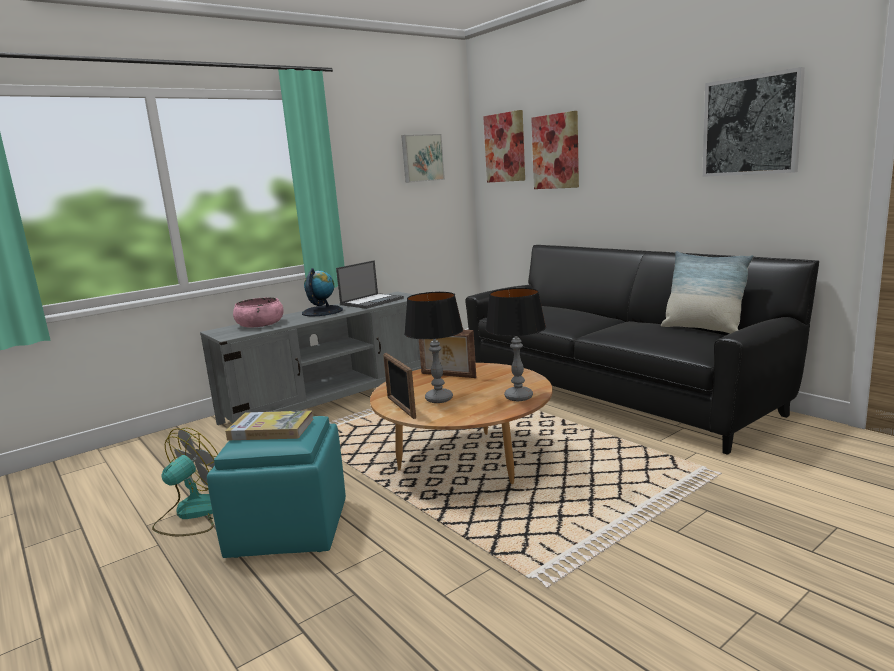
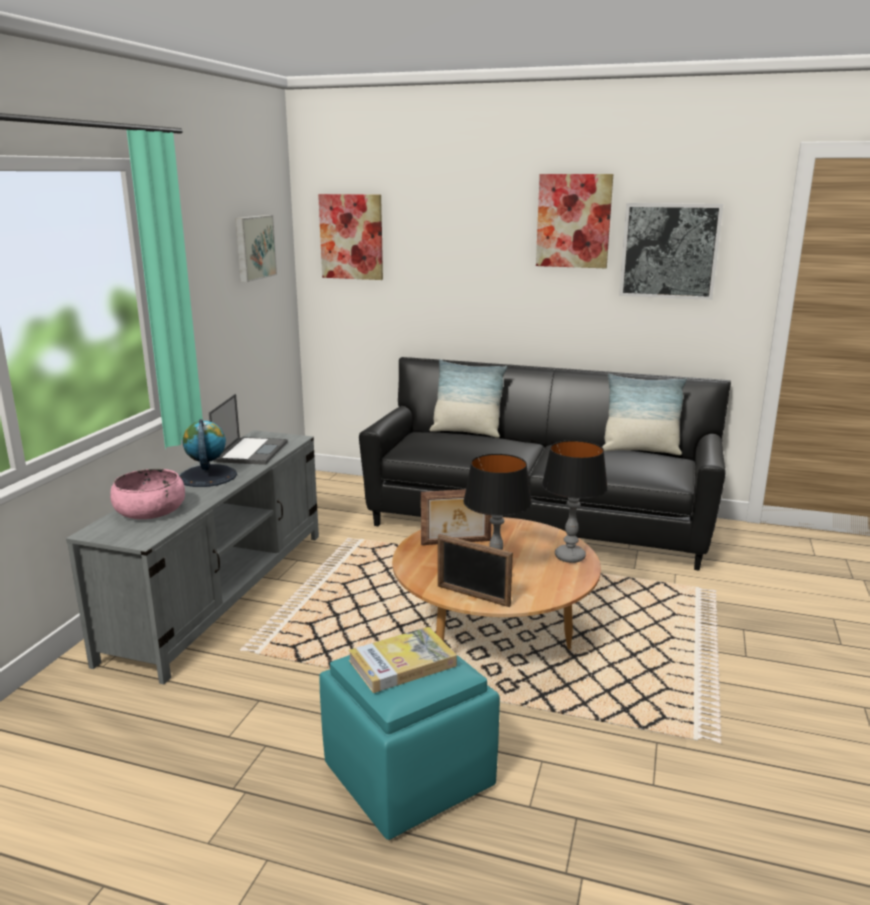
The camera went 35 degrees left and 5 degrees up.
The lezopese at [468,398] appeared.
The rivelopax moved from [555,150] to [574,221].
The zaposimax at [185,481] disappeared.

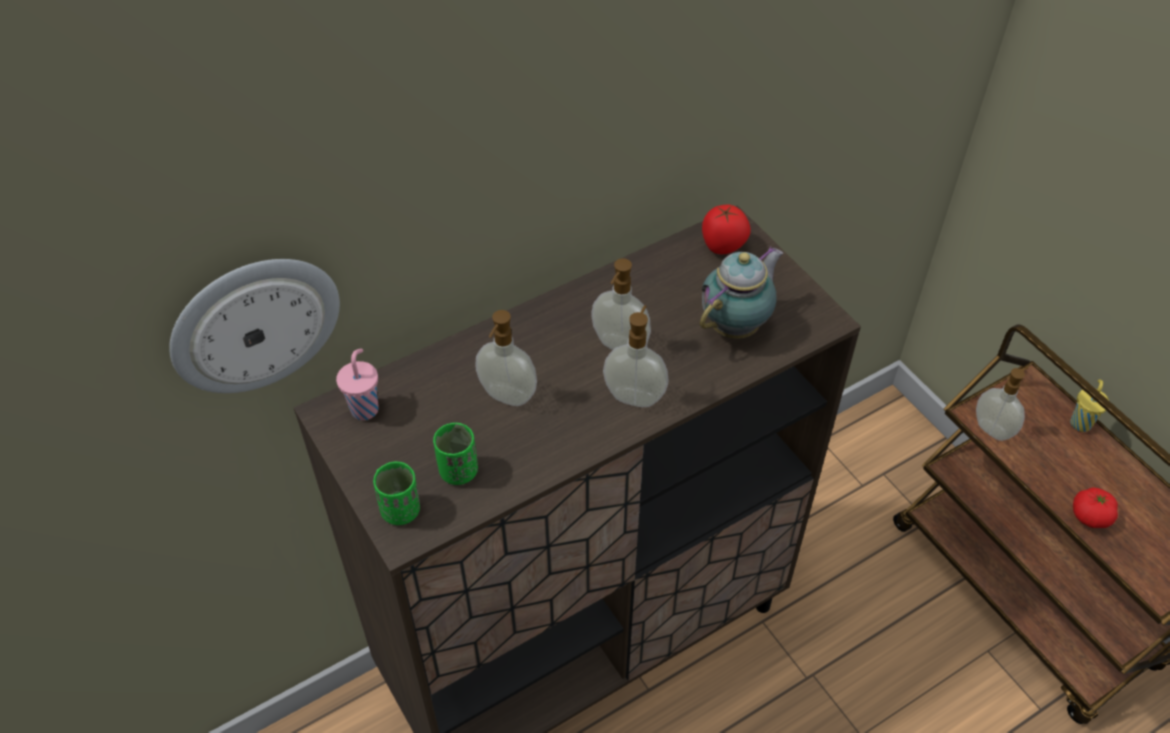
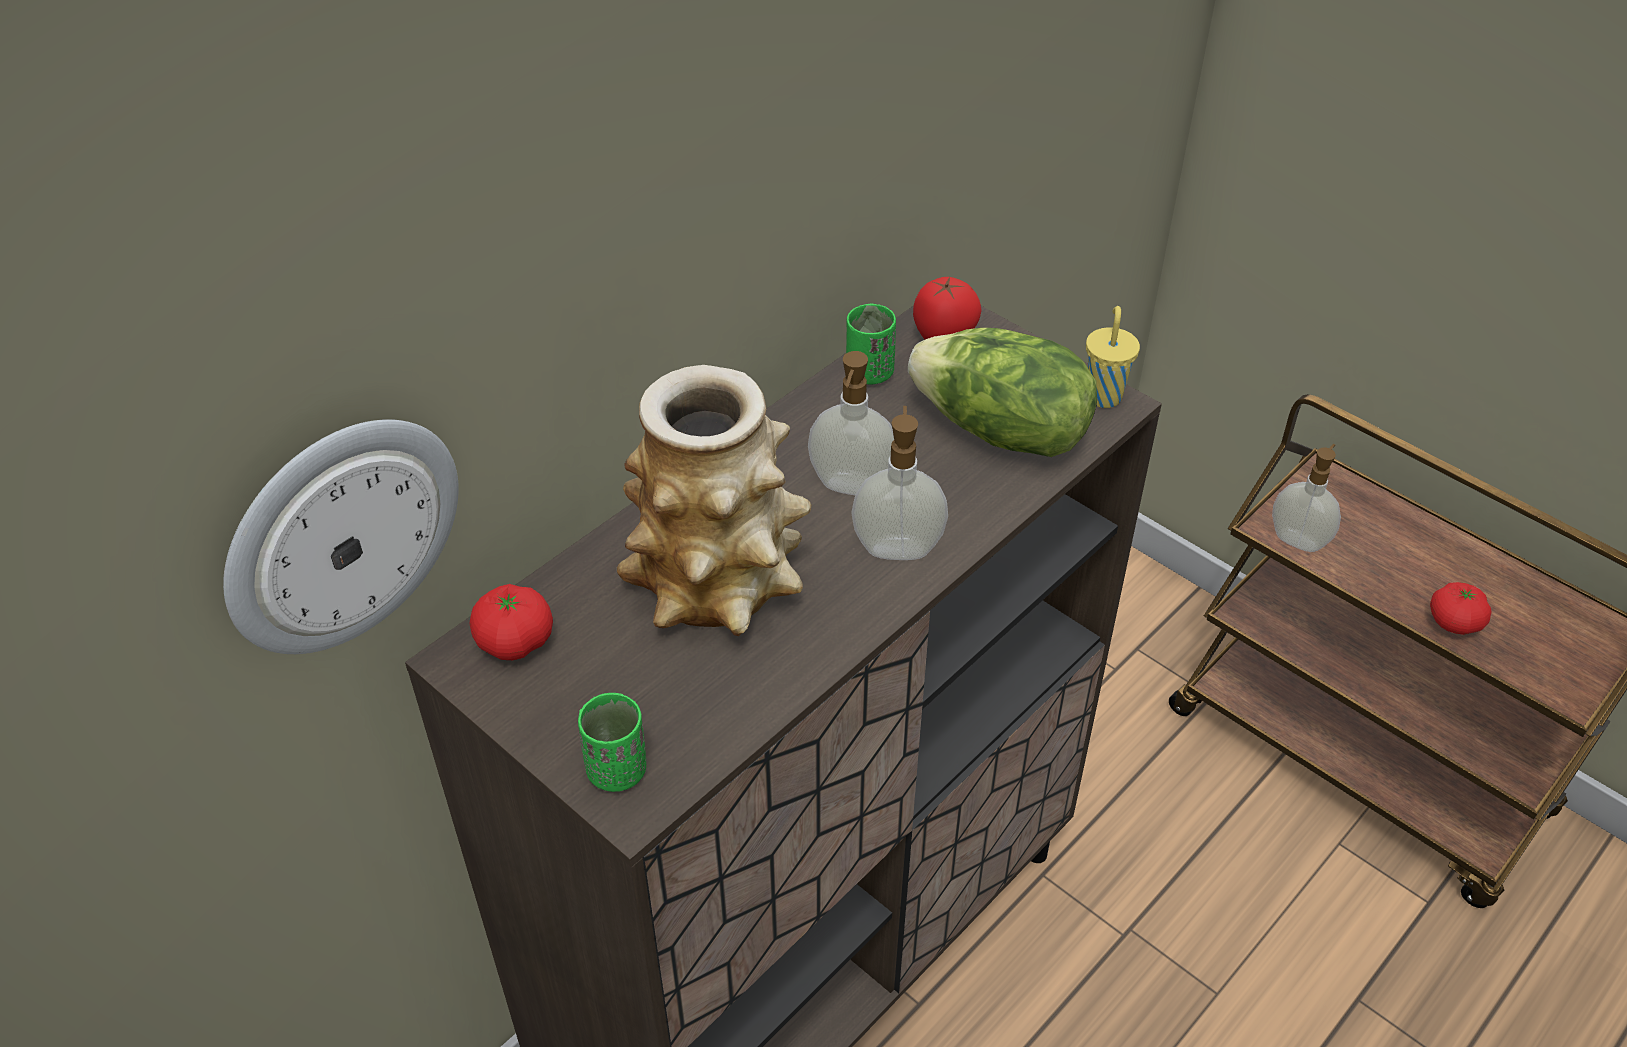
The camera went 15 degrees left and 5 degrees down.
The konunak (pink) at [357,384] was replaced by the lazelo at [511,622].
The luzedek at [506,358] was replaced by the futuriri at [714,500].
The konunak (green) moved from [455,454] to [871,344].
The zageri at [741,292] was replaced by the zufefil at [1002,392].
The konunak (yellow) moved from [1089,405] to [1113,357].

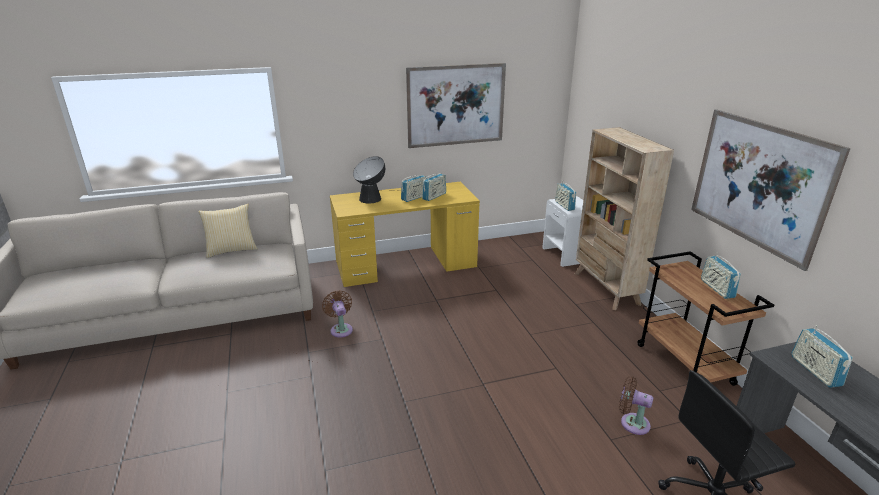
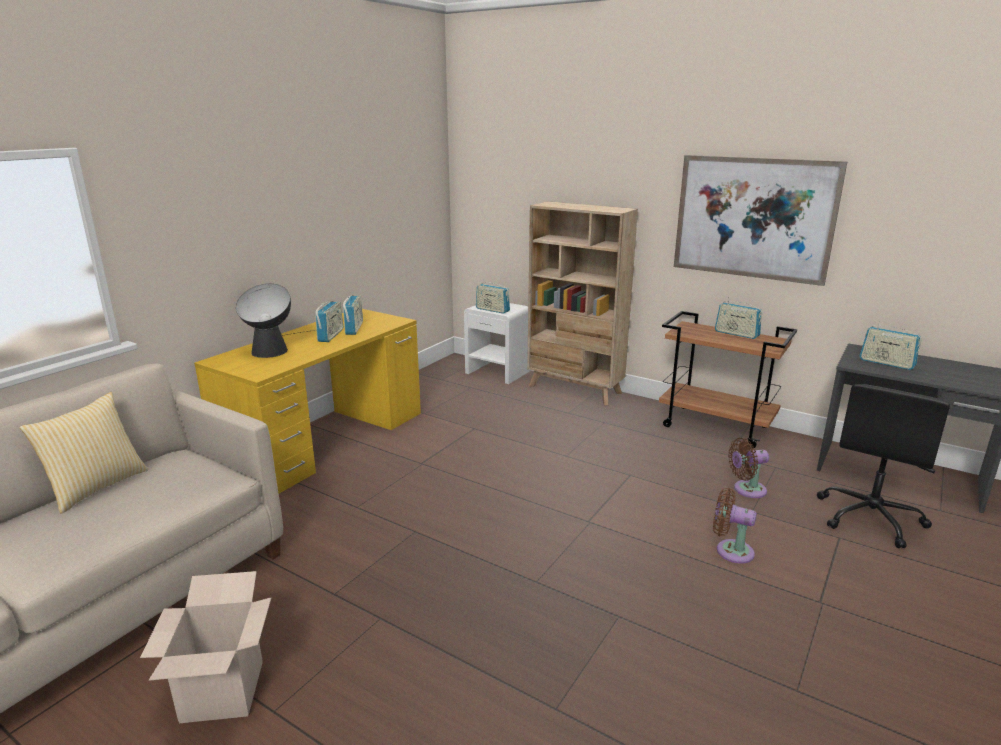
The camera went 40 degrees left and 5 degrees down.
The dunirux at [205,647] appeared.
The zaposimax (brown) moved from [337,314] to [735,526].
The rivelopax at [456,105] disappeared.

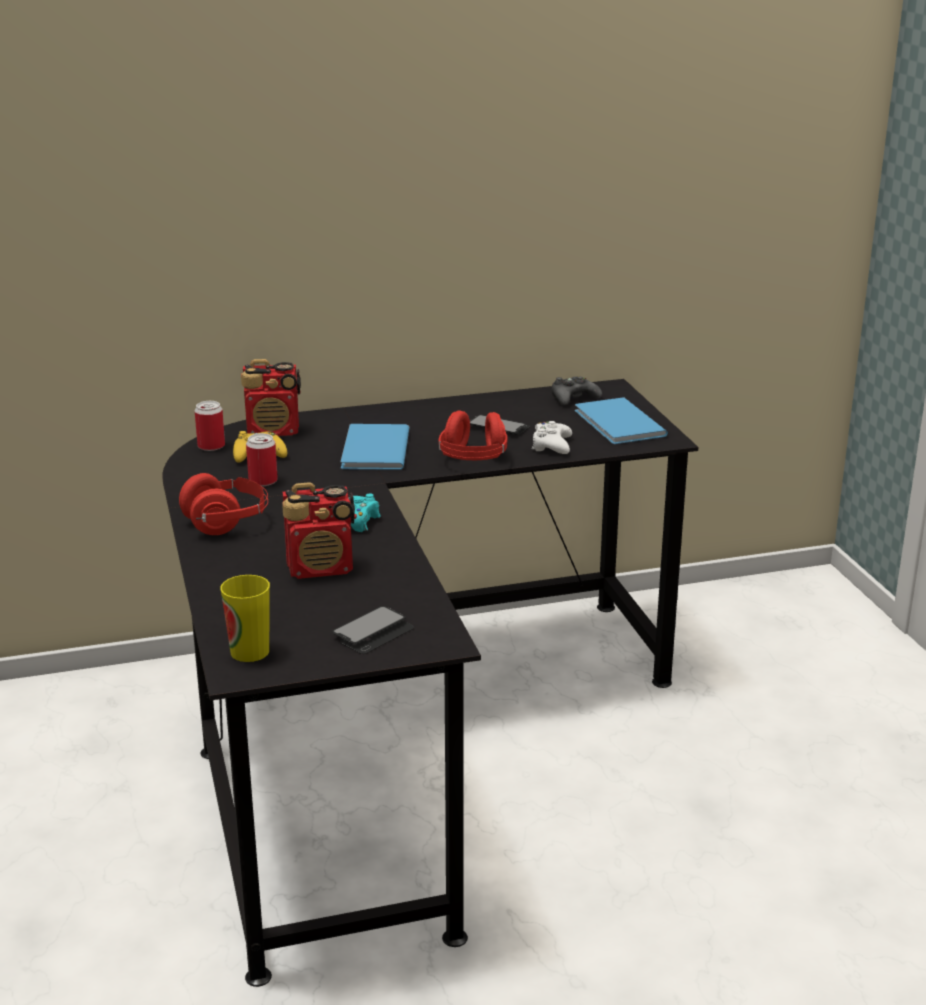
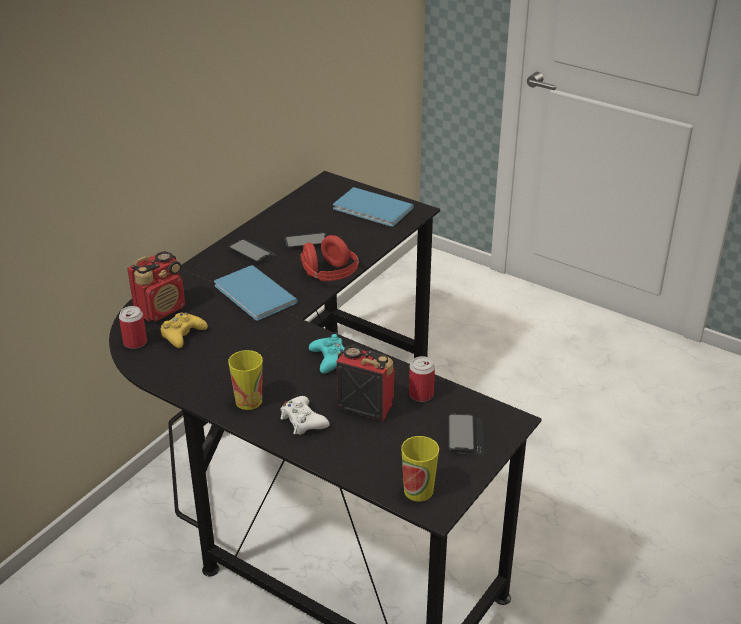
The camera went 40 degrees left and 10 degrees up.
The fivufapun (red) at [223,504] was replaced by the konunak at [245,380].
The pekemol at [252,250] appeared.
The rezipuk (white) moved from [552,437] to [305,415].
The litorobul at [318,530] turned 105 degrees counterclockwise.
The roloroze moved from [262,459] to [422,379].
The rezipuk (black) at [576,390] disappeared.

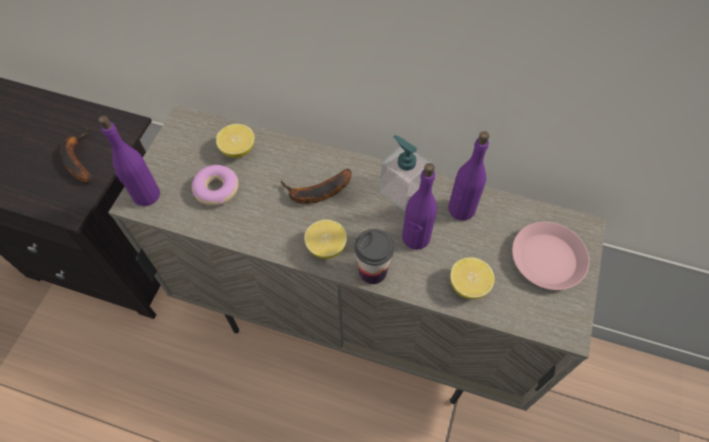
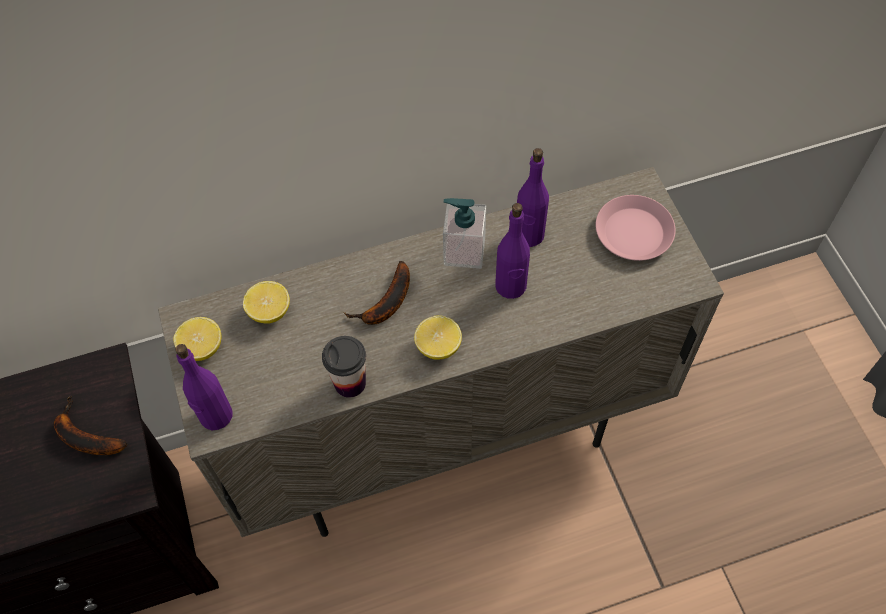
The camera went 35 degrees left and 0 degrees up.
The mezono moved from [472,278] to [197,339].
The konunak moved from [374,256] to [344,367].
The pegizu at [215,185] disappeared.

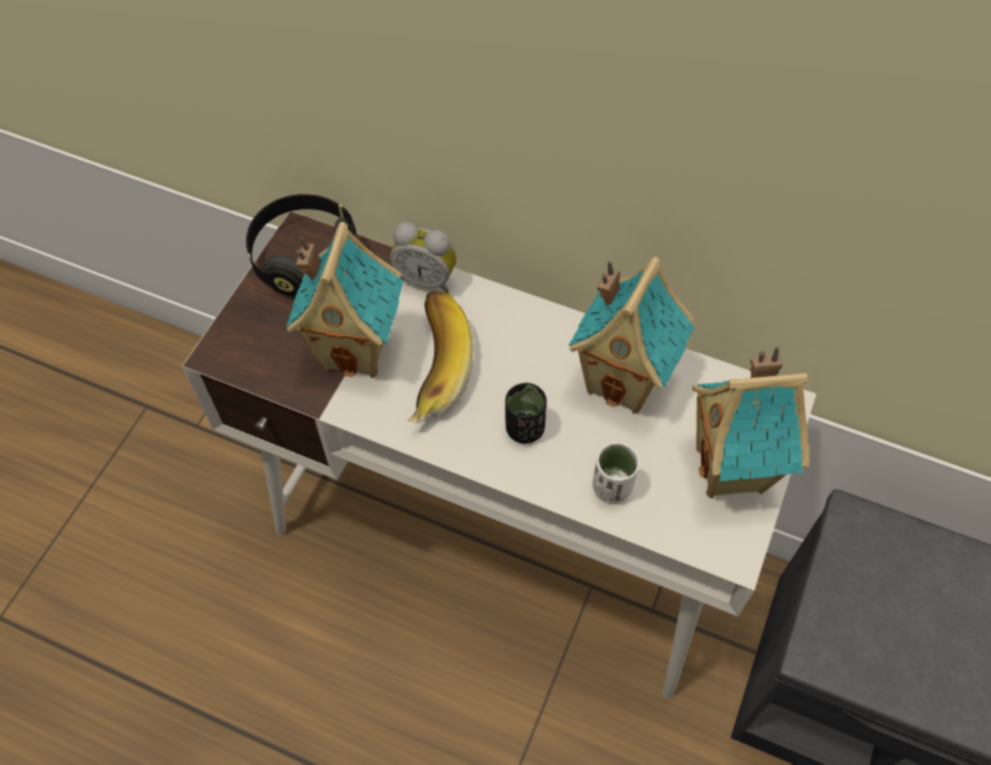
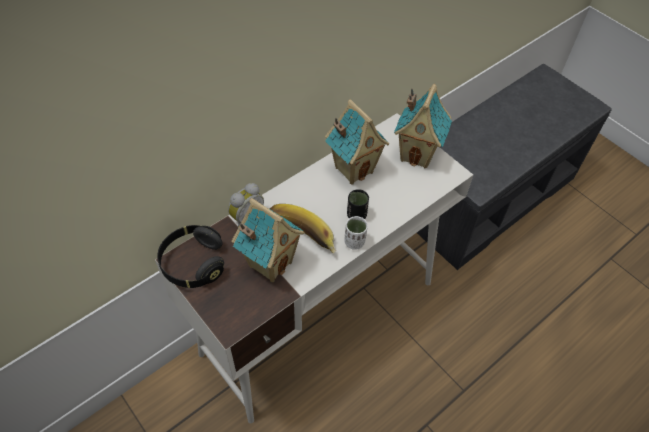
The camera went 65 degrees left and 5 degrees down.
The konunak (white) moved from [616,472] to [356,233].

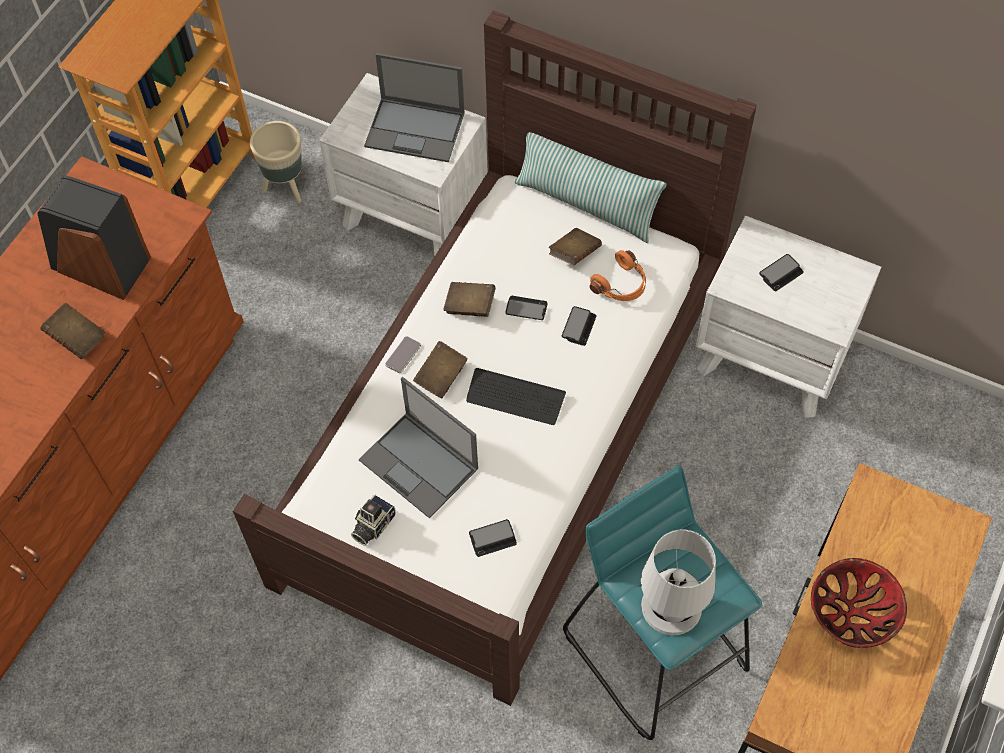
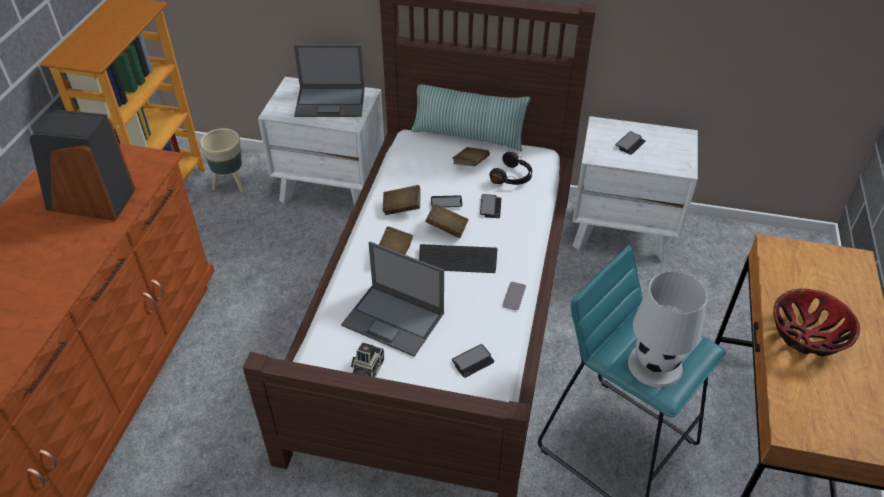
The camera went 15 degrees left and 15 degrees down.
The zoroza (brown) moved from [73,331] to [446,221].
The fivufapun (orange) at [617,275] became the fivufapun (black) at [511,168].
The pekemol moved from [403,354] to [514,296].

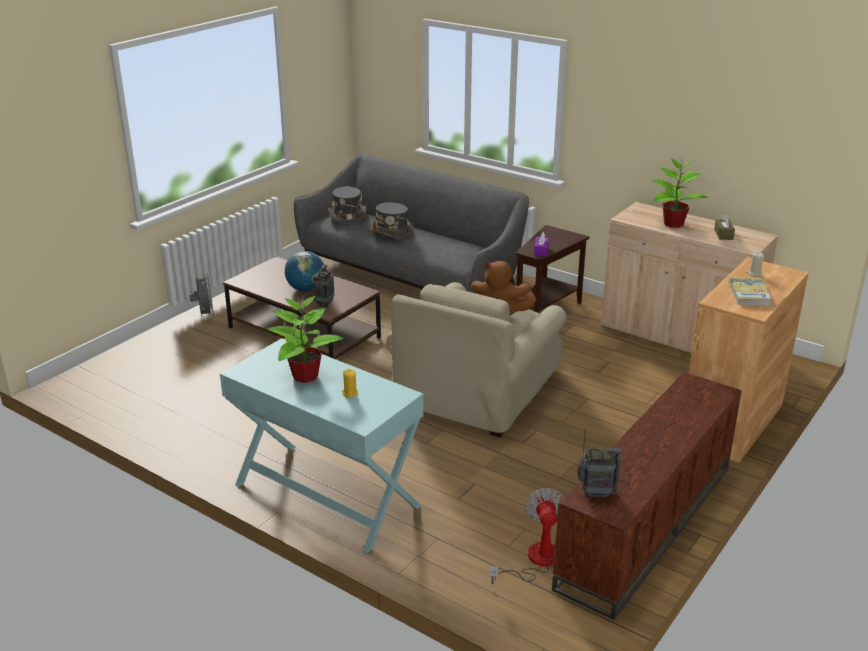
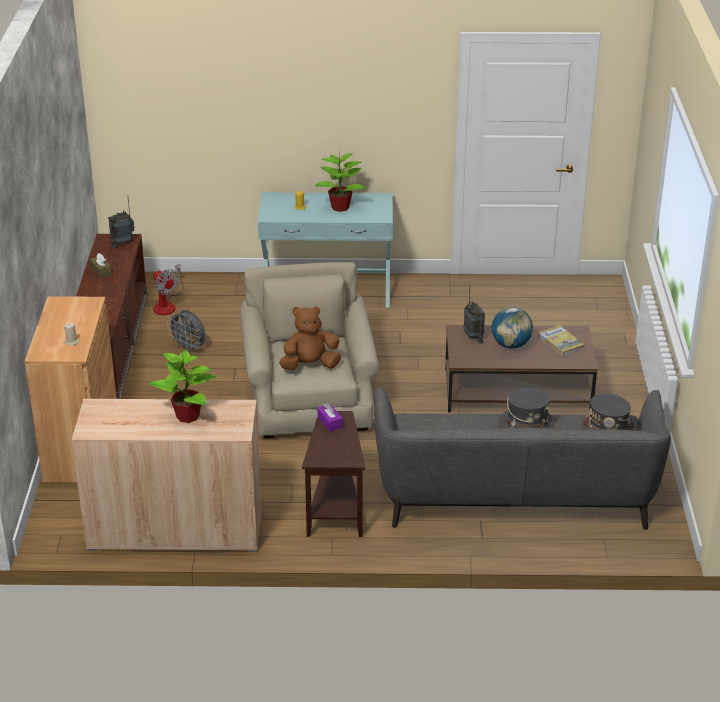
The camera went 145 degrees right and 5 degrees up.
The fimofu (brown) moved from [724,227] to [101,265].
The zaposimax (grey) moved from [202,295] to [186,331].
The zoroza moved from [750,291] to [561,341].

